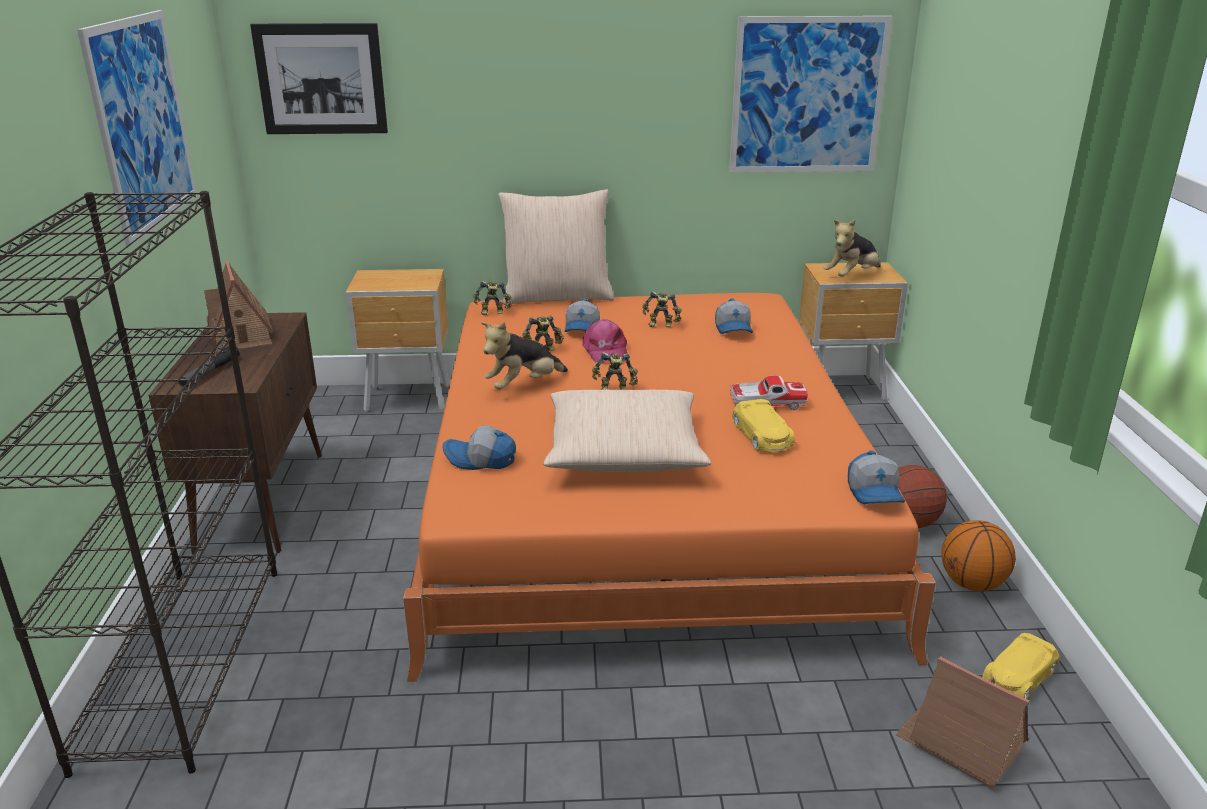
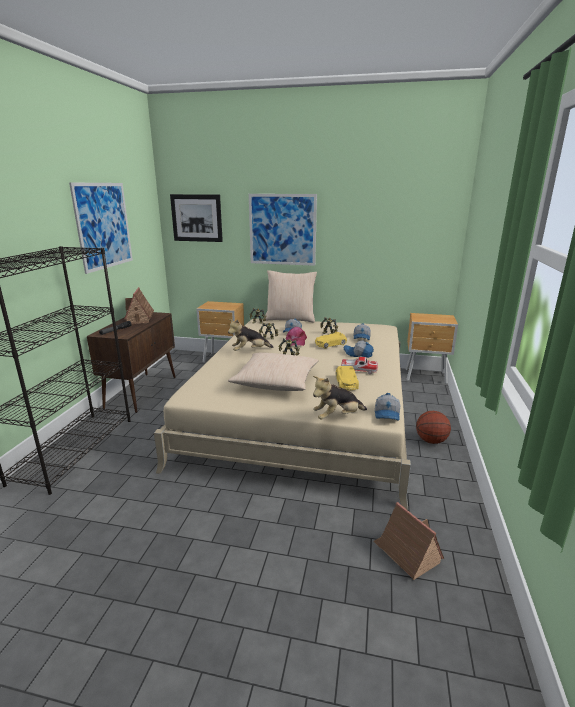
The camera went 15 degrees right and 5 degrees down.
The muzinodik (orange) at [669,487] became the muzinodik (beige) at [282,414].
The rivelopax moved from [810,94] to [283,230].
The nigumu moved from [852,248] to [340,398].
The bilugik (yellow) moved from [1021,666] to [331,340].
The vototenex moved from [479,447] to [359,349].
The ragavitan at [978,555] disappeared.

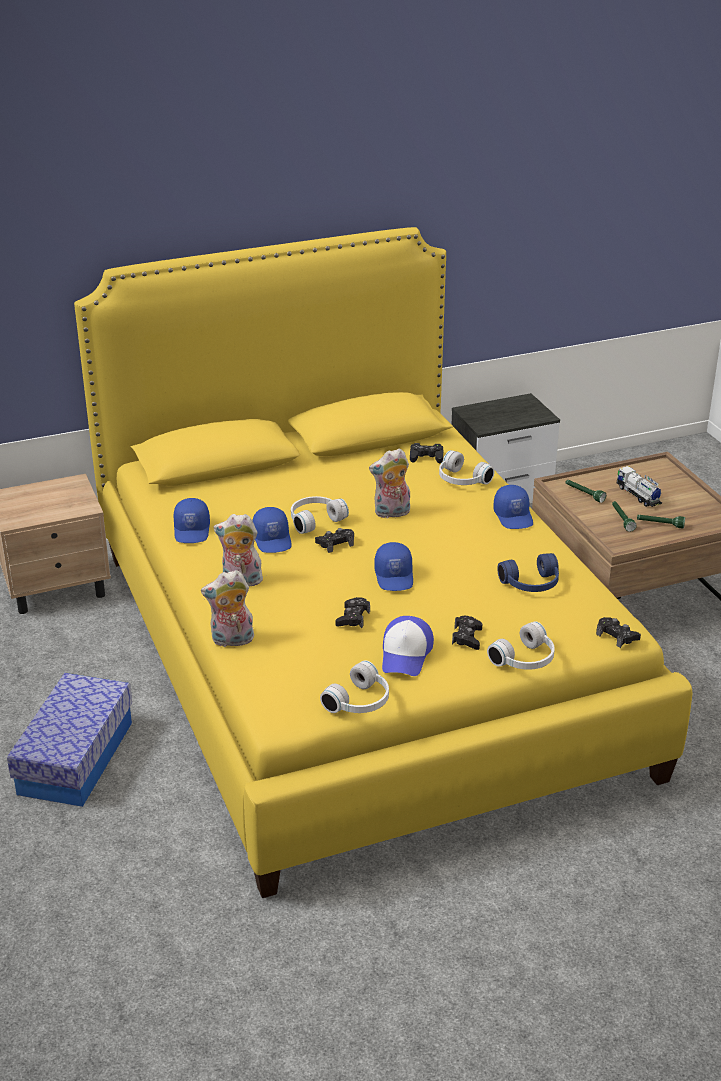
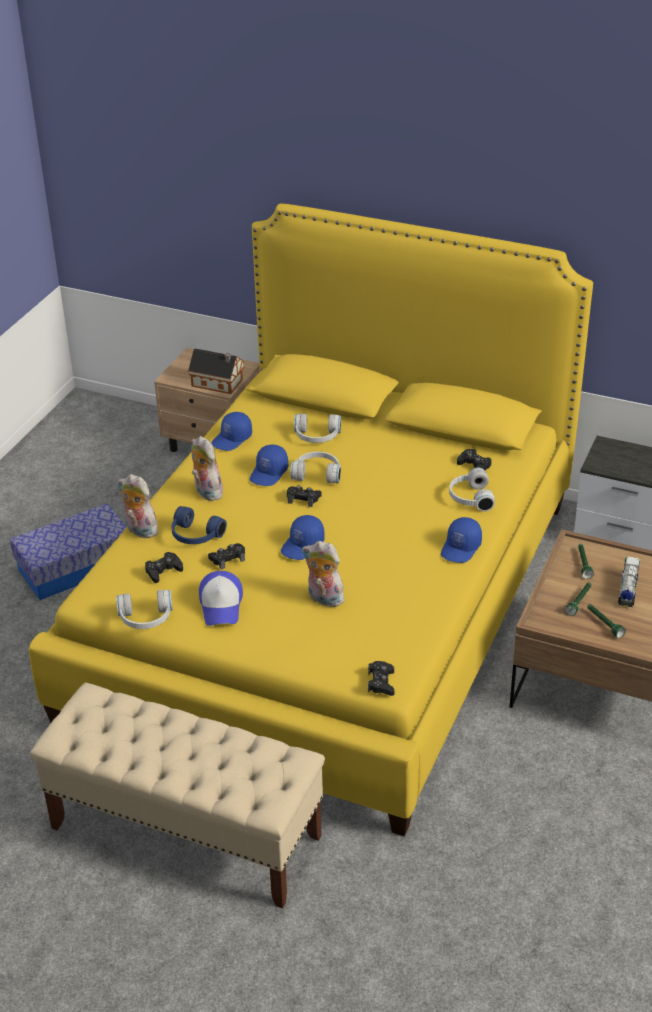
The camera went 45 degrees right and 5 degrees up.
The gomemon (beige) at [177,795] appeared.
The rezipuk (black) moved from [467,633] to [164,567].
The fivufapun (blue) moved from [528,572] to [199,525].
The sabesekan at [216,371] appeared.
The vototenex at [408,646] turned 60 degrees counterclockwise.
The fivufapun (white) moved from [521,645] to [317,428].
The nigumu moved from [389,483] to [323,574].

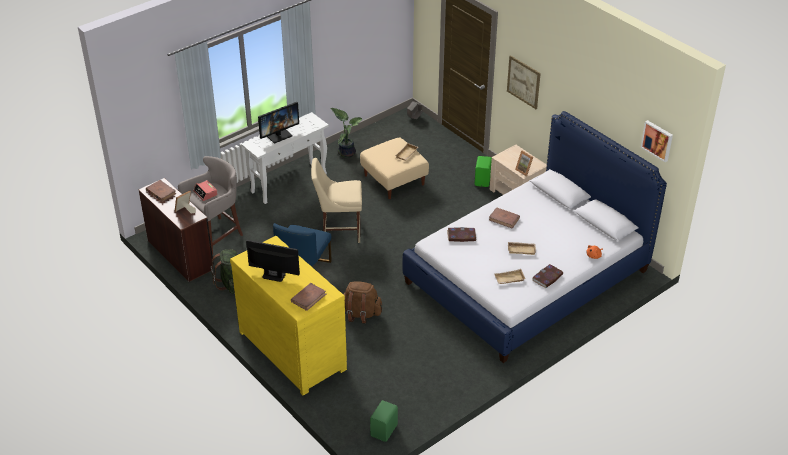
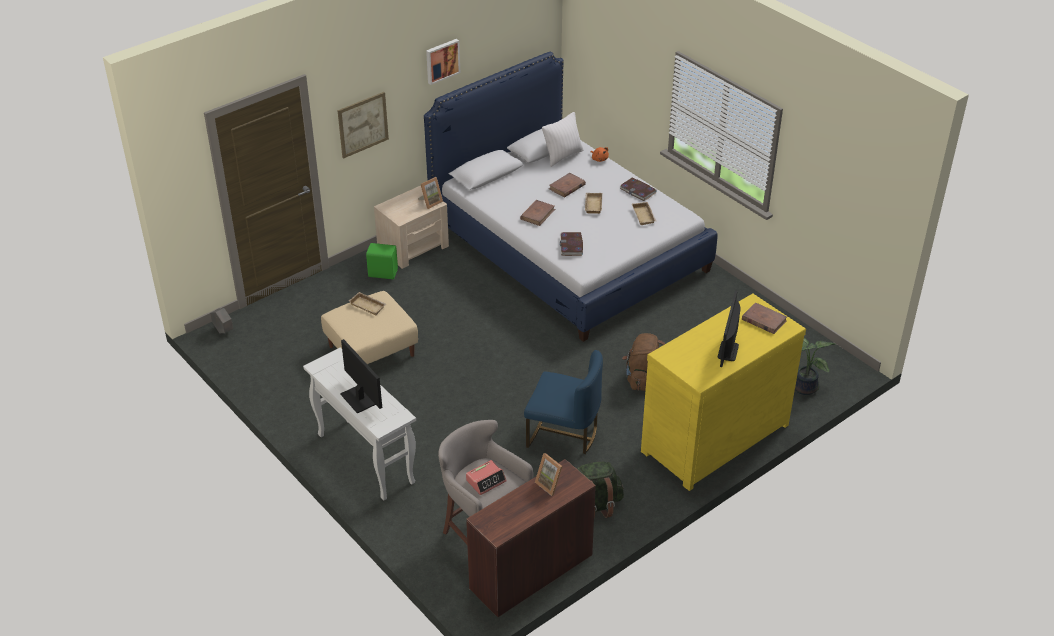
The camera went 90 degrees left and 0 degrees up.
The rivelopax moved from [657,141] to [443,62].
The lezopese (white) at [563,139] appeared.
The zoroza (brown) moved from [161,191] to [567,185].
The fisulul moved from [346,133] to [815,366].
The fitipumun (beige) at [336,200] disappeared.
The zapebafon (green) at [384,421] disappeared.

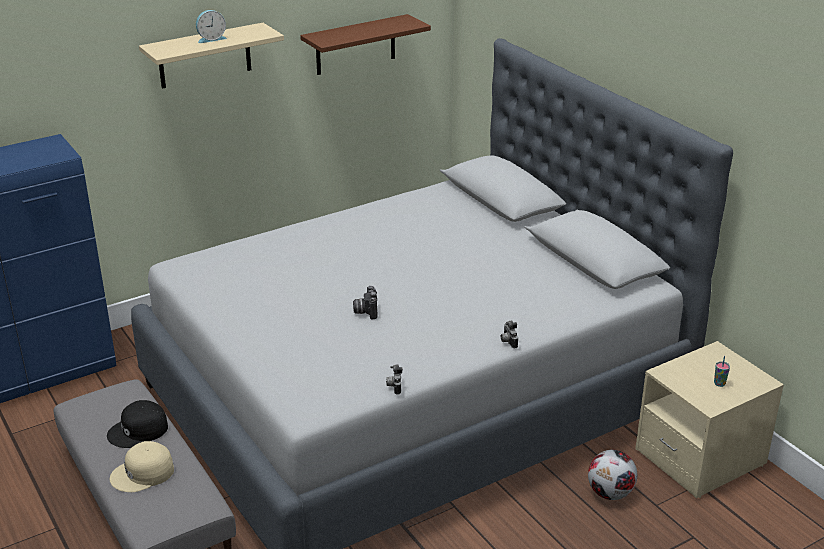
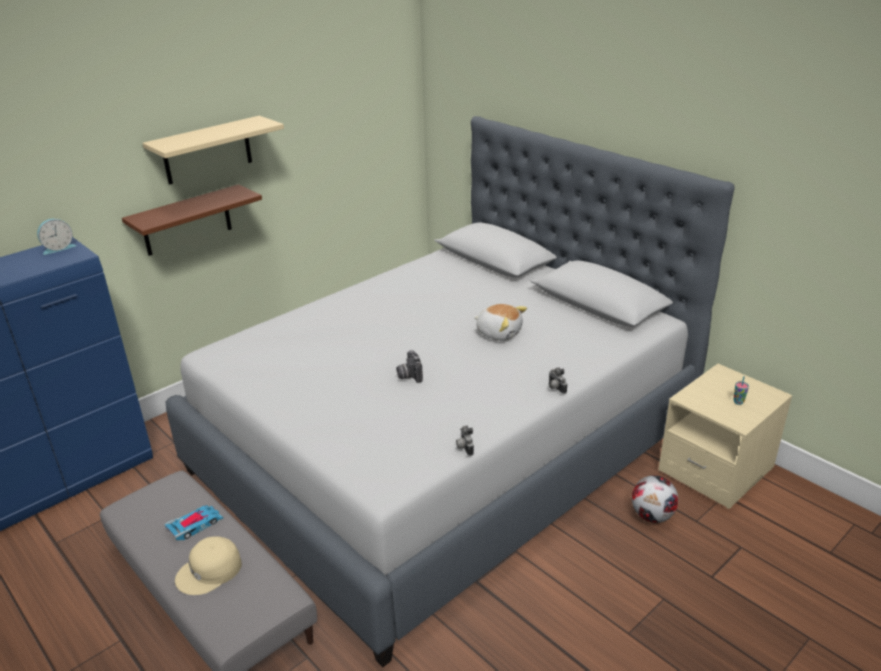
The camera went 10 degrees left and 0 degrees up.
The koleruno moved from [211,26] to [56,237].
The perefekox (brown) moved from [365,44] to [192,220].
The vototenex (black) at [137,424] was replaced by the bilugik at [194,522].
The nigumu at [500,322] appeared.

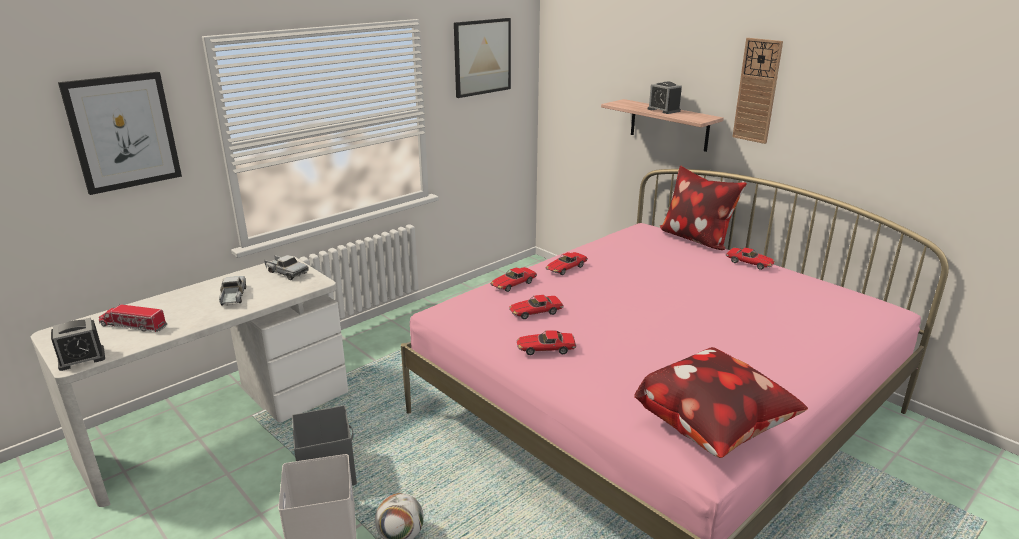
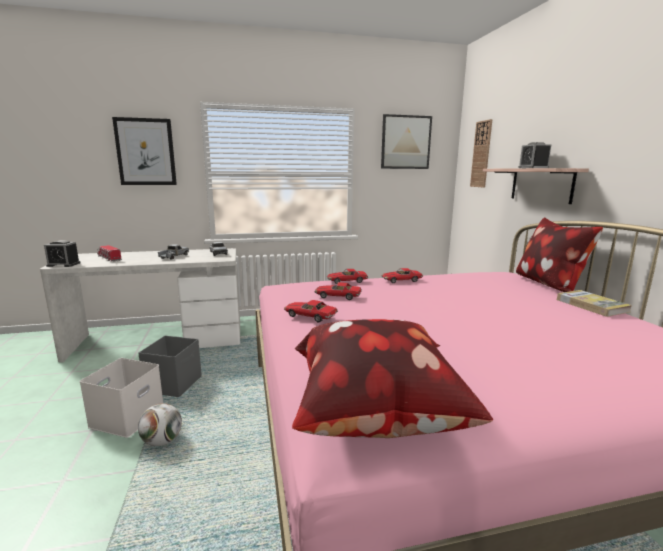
The camera went 30 degrees right and 10 degrees down.
The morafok moved from [757,91] to [481,153].
The bilugik at [750,258] was replaced by the zoroza at [594,303].

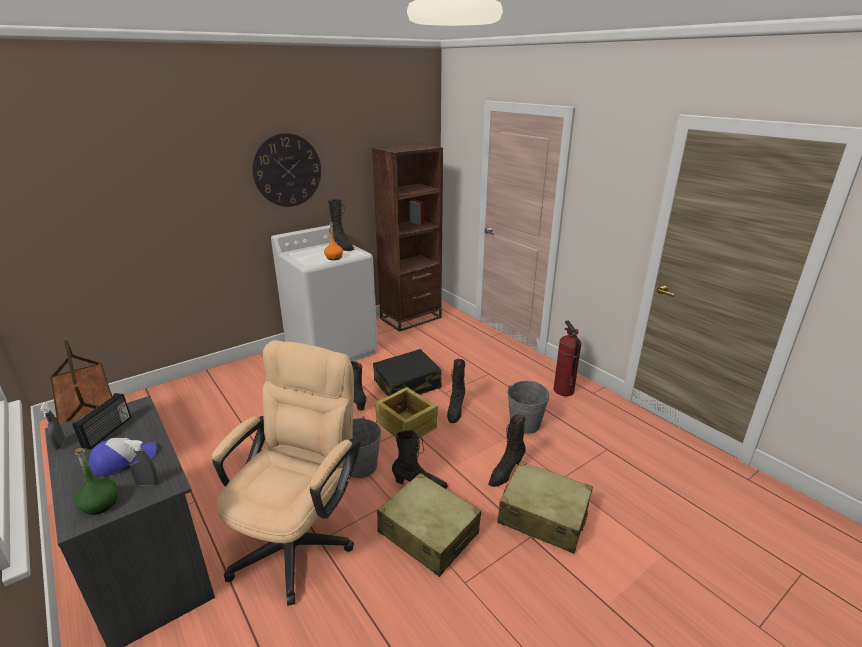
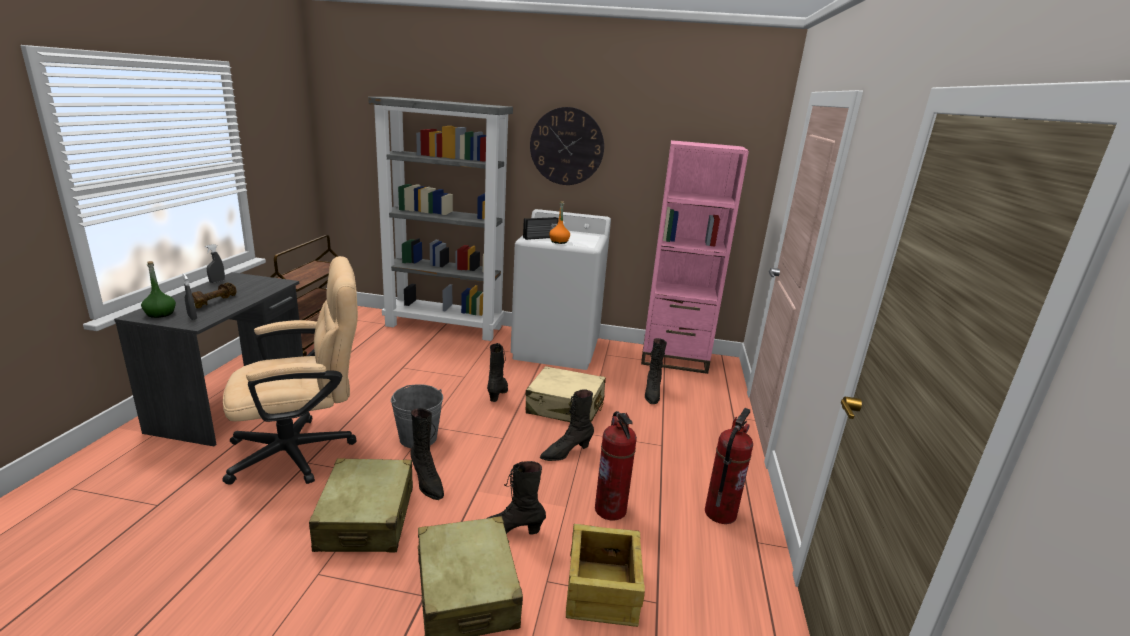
The camera went 45 degrees right and 5 degrees down.
The vototenex at [123,457] was replaced by the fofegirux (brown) at [214,295].
The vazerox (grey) at [440,219] appeared.
The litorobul moved from [101,421] to [541,228].
The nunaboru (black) at [407,372] became the nunaboru (beige) at [566,394].
The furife moved from [406,412] to [605,575].
The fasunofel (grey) at [528,407] was replaced by the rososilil at [616,465].
The vazerox (brown) at [407,237] became the vazerox (pink) at [695,257].
The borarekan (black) moved from [341,225] to [656,371].

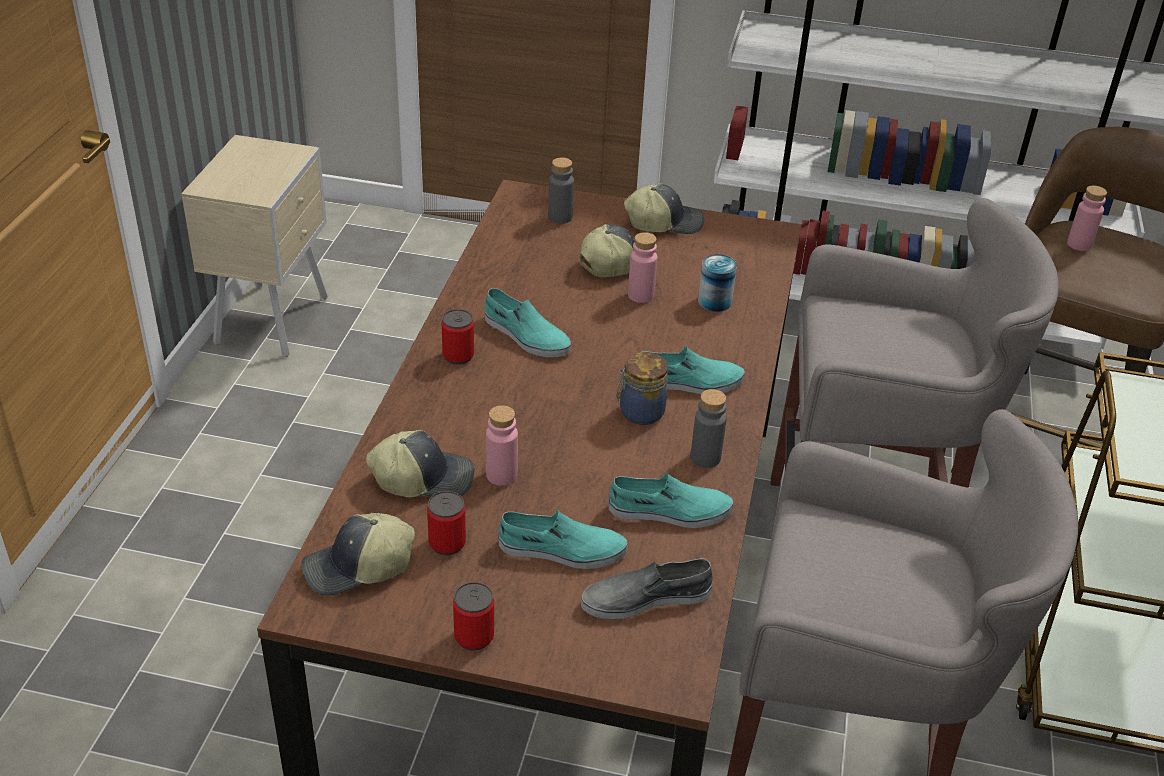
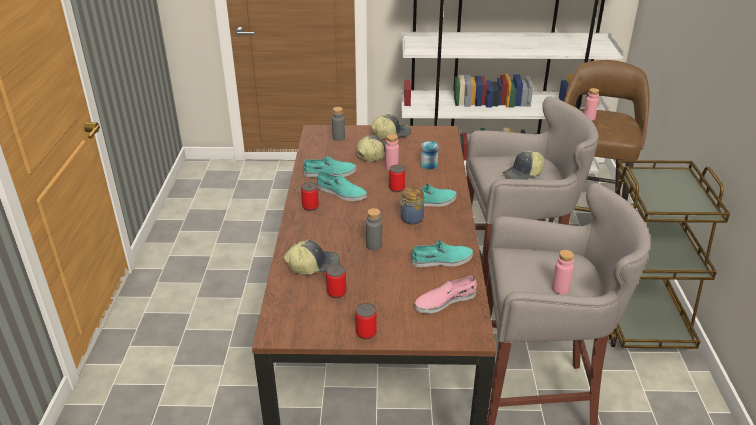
The camera went 10 degrees left and 5 degrees down.
The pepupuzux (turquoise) moved from [562,539] to [330,166].
The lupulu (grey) moved from [709,428] to [374,229].
The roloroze at [397,178] appeared.
The pepupuzux (grey) at [647,588] became the pepupuzux (pink) at [445,294].
The vototenex moved from [358,554] to [523,165].
The lupulu (pink) moved from [502,445] to [563,272].
The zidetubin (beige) at [254,246] disappeared.

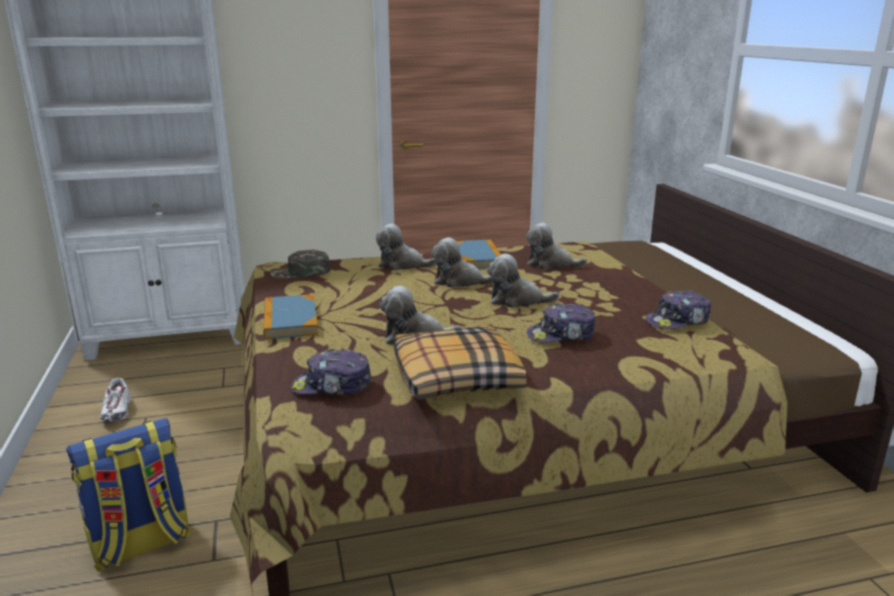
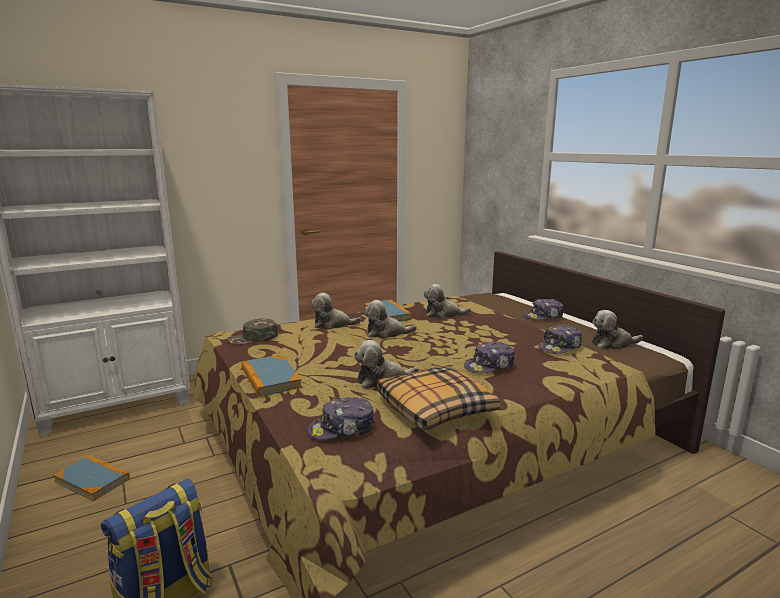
The camera went 15 degrees left and 5 degrees down.
The pepupuzux (white) at [115,400] was replaced by the zoroza at [91,478].
The vototenex at [544,309] appeared.
The nigumu moved from [523,281] to [617,330].

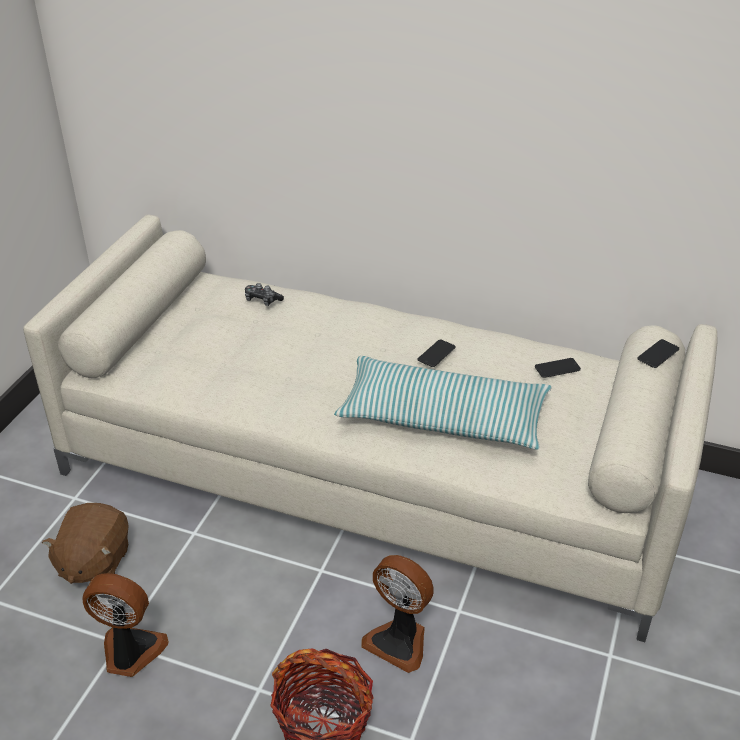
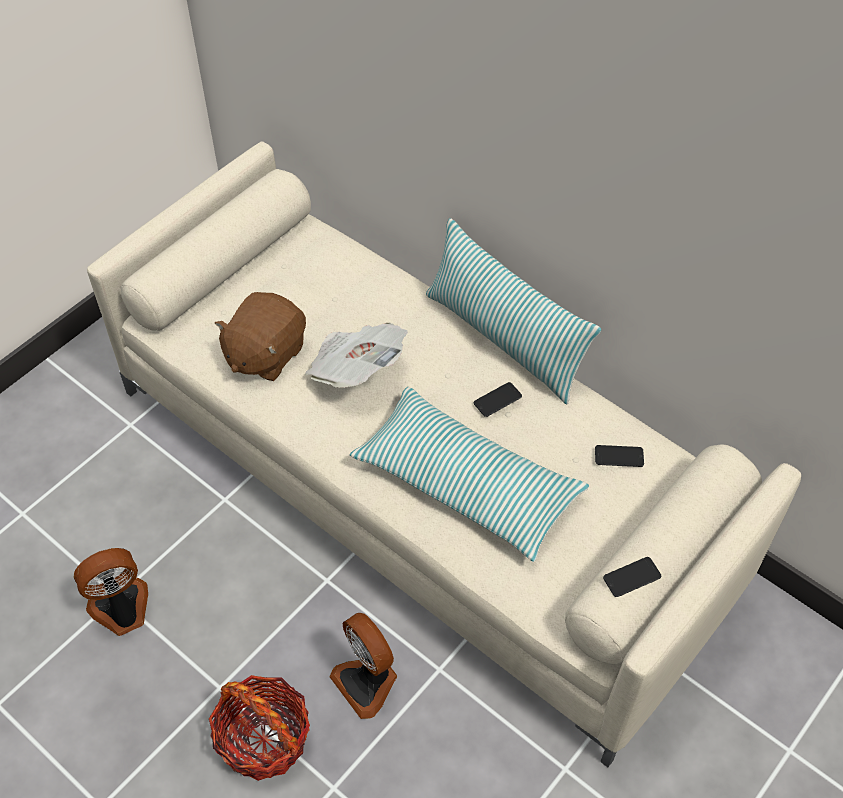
The camera went 20 degrees right and 15 degrees up.
The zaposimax at [125,625] turned 60 degrees counterclockwise.
The nigumu (brown) moved from [85,543] to [260,336].
The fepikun at [356,355] appeared.
The lezopese at [513,311] appeared.
The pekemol moved from [658,353] to [632,577].
The rezipuk at [264,294] disappeared.

